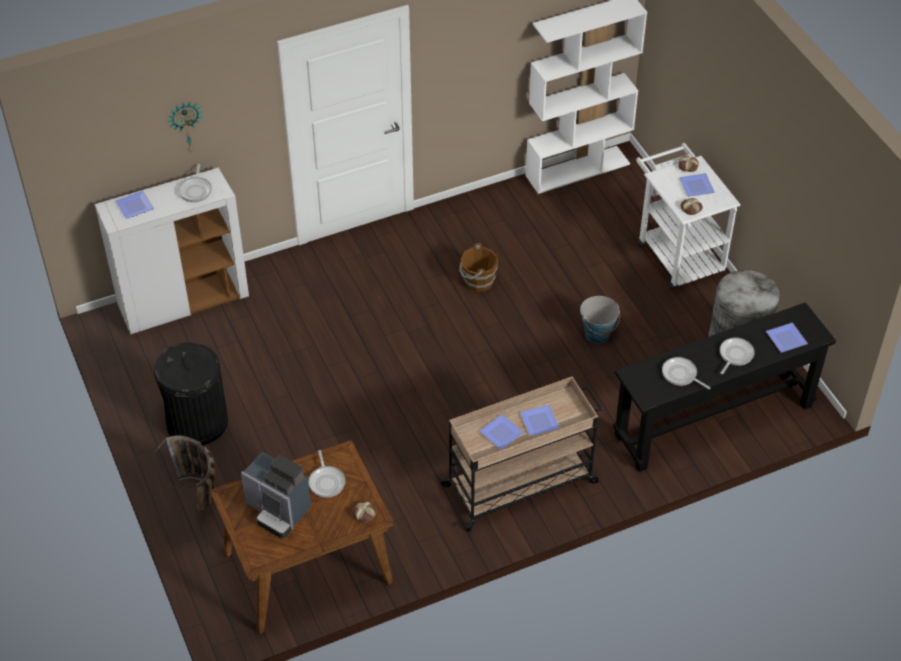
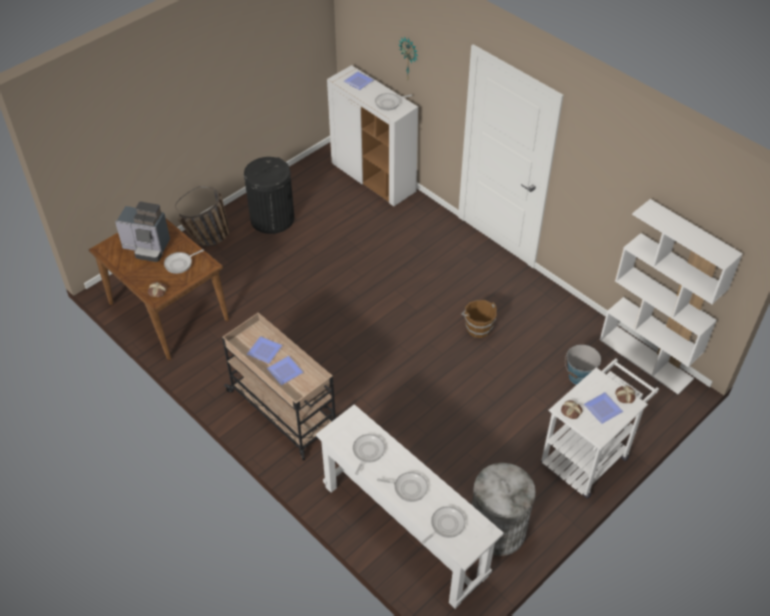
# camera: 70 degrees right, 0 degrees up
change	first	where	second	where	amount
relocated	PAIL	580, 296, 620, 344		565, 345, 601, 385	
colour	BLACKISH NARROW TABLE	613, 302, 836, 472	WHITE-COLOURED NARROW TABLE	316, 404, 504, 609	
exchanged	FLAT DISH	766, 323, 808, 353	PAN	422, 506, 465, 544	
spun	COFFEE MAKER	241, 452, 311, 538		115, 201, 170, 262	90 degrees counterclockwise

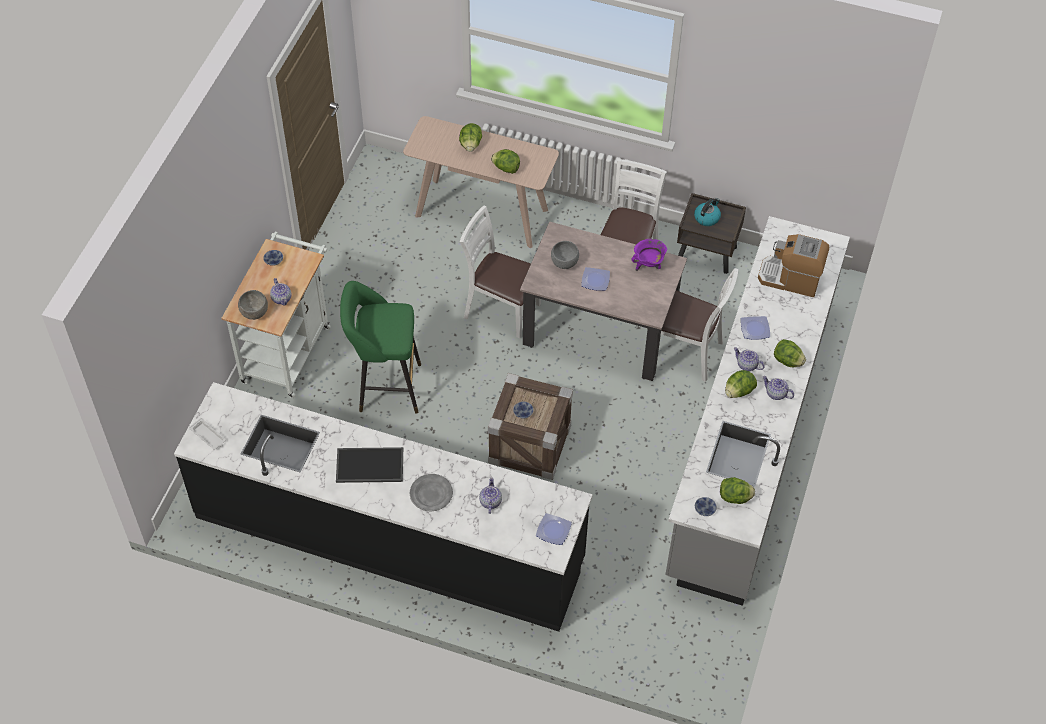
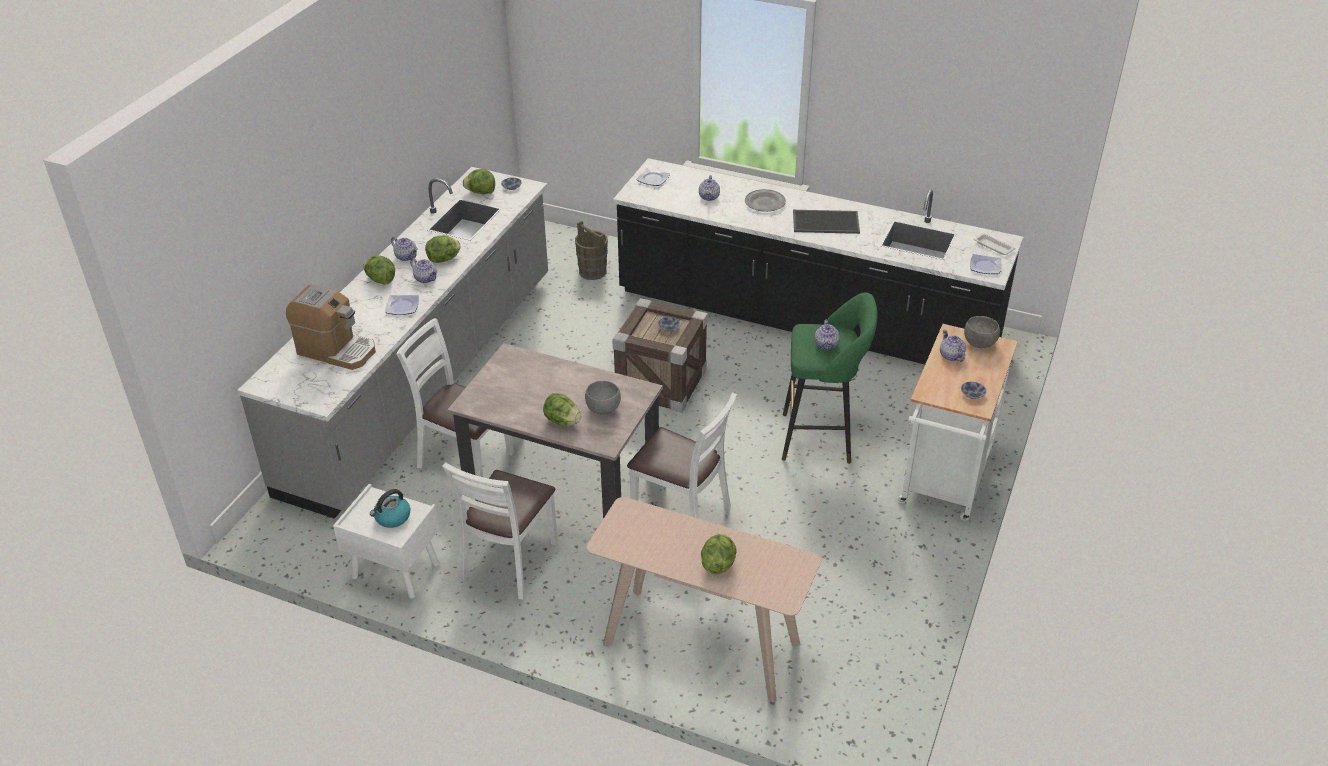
# camera: 175 degrees left, 15 degrees down
change	first	where	second	where	amount
relocated	LETTUCE HEAD	491, 149, 520, 174		543, 393, 581, 426	
colour	BROWNISH NIGHTSTAND	677, 193, 746, 274	WHITE-COLOURED NIGHTSTAND	333, 484, 439, 599	
missing	PURPLE COOKING POT	631, 239, 667, 271			
relocated	FLAT DISH	582, 267, 610, 291		970, 254, 1002, 274	
appeared			BROWNISH PAIL	575, 221, 608, 280	
appeared			TEAPOT	815, 320, 840, 350	

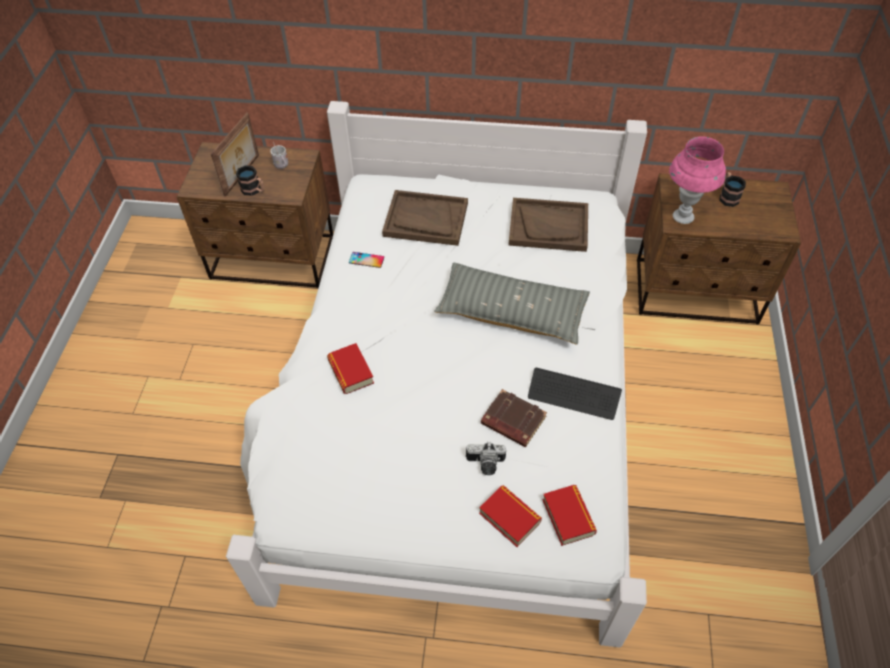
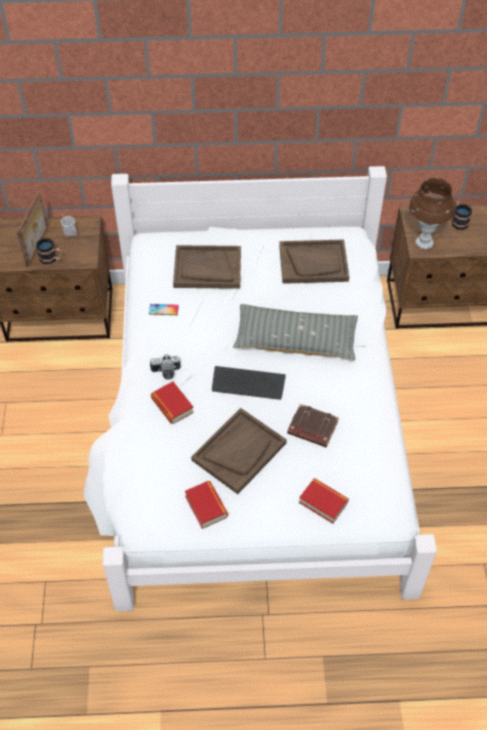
# camera: 10 degrees left, 0 degrees up
change	first	where	second	where	amount
colour	PINK-COLOURED TABLE LAMP	669, 136, 726, 224	BROWNISH TABLE LAMP	409, 178, 455, 249	
relocated	COMPUTER KEYBOARD	528, 368, 622, 420		212, 366, 286, 400	
relocated	STILL CAMERA	466, 442, 506, 475		150, 354, 181, 380	
relocated	VOLUME	542, 485, 597, 546		185, 481, 228, 529	
appeared			BROWNISH CARRYING TRAY	191, 408, 287, 494	

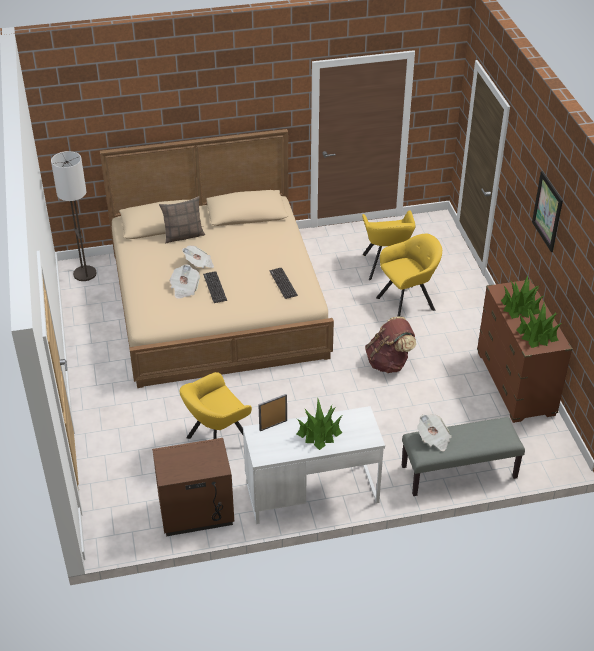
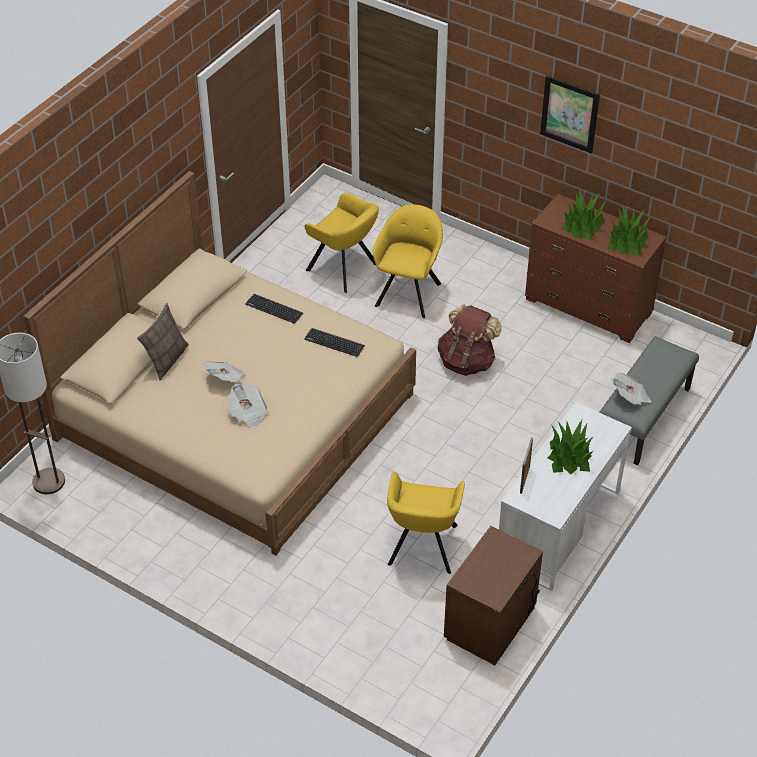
# camera: 45 degrees left, 5 degrees up
change	first	where	second	where	amount
relocated	COMPUTER KEYBOARD	203, 271, 227, 303		245, 294, 303, 324	

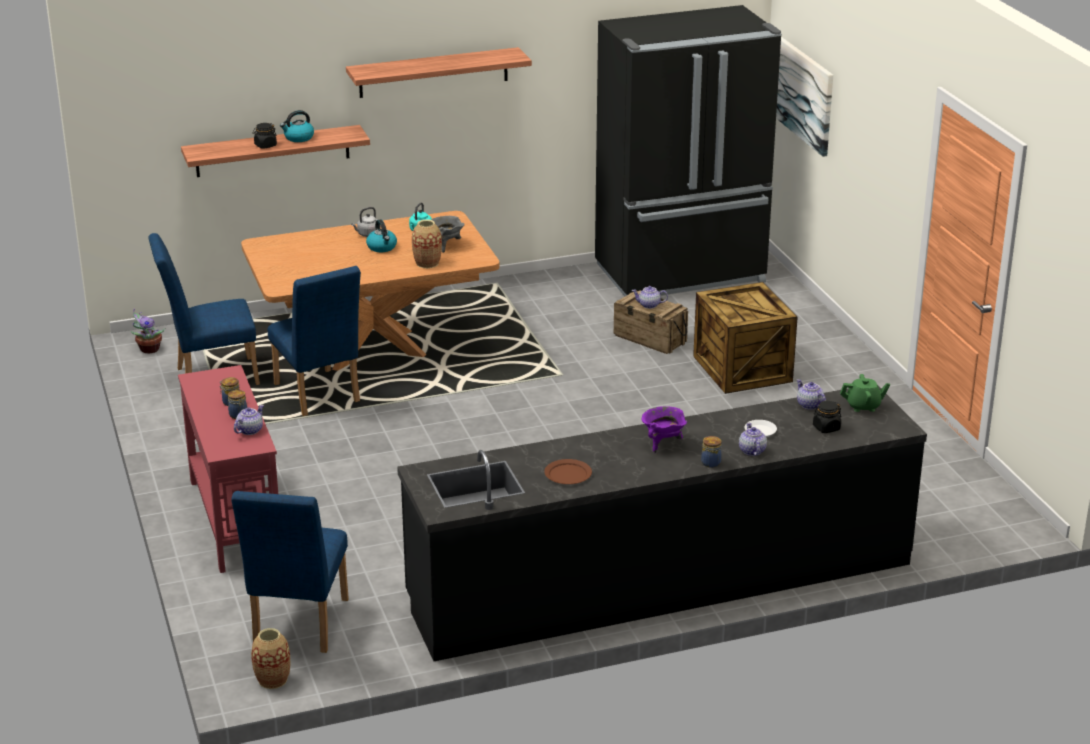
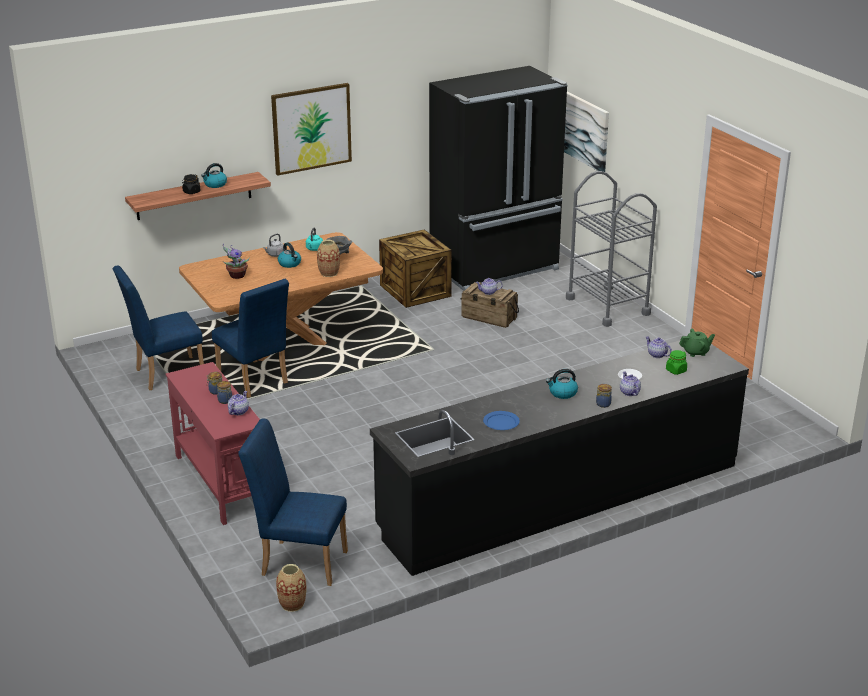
# camera: 10 degrees left, 0 degrees up
change	first	where	second	where	amount
exchanged	BRACKET SHELF	346, 47, 532, 98	WALL ART	271, 83, 352, 176	
relocated	SHIPPING CRATE	693, 282, 798, 394		379, 230, 452, 308	
relocated	PLANT IN A POT	130, 308, 165, 353		223, 244, 250, 279	
colour	BLACKISH STORAGE JAR	813, 401, 841, 433	GREENISH STORAGE JAR	666, 350, 687, 375	
exchanged	PURPLE COOKING POT	642, 406, 687, 453	KETTLE	546, 369, 578, 399	
colour	BROWNISH FLAT DISH	544, 459, 592, 484	BLUISH FLAT DISH	483, 411, 520, 430	
spun	BLUISH CHAIR	231, 491, 349, 653		238, 418, 348, 586	105 degrees clockwise
appeared			GRAY WHEELED CART	566, 171, 657, 327	

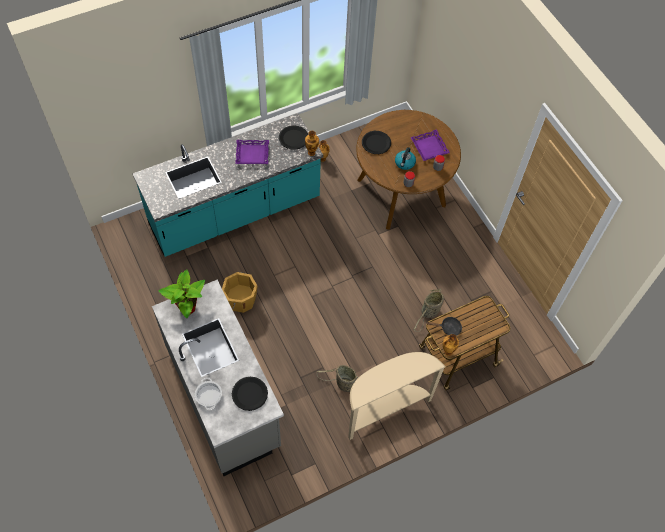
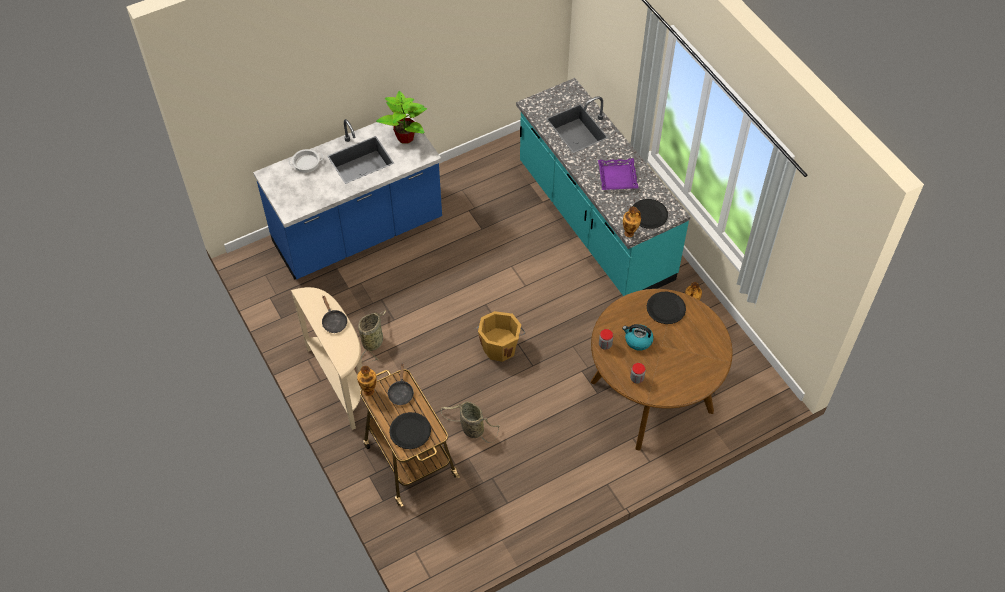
# camera: 90 degrees right, 5 degrees down
change	first	where	second	where	amount
missing	PURPLE CARRYING TRAY	410, 129, 450, 161			
relocated	ORANGEY PAIL	222, 272, 257, 313		475, 311, 525, 362	
colour	GRAY COUNTER	152, 280, 284, 476	BLUISH COUNTER	253, 114, 442, 280	
relocated	BLACKISH FLAT DISH	232, 377, 268, 411		389, 412, 431, 449	
appeared			BLACKISH PAN	322, 296, 347, 333	

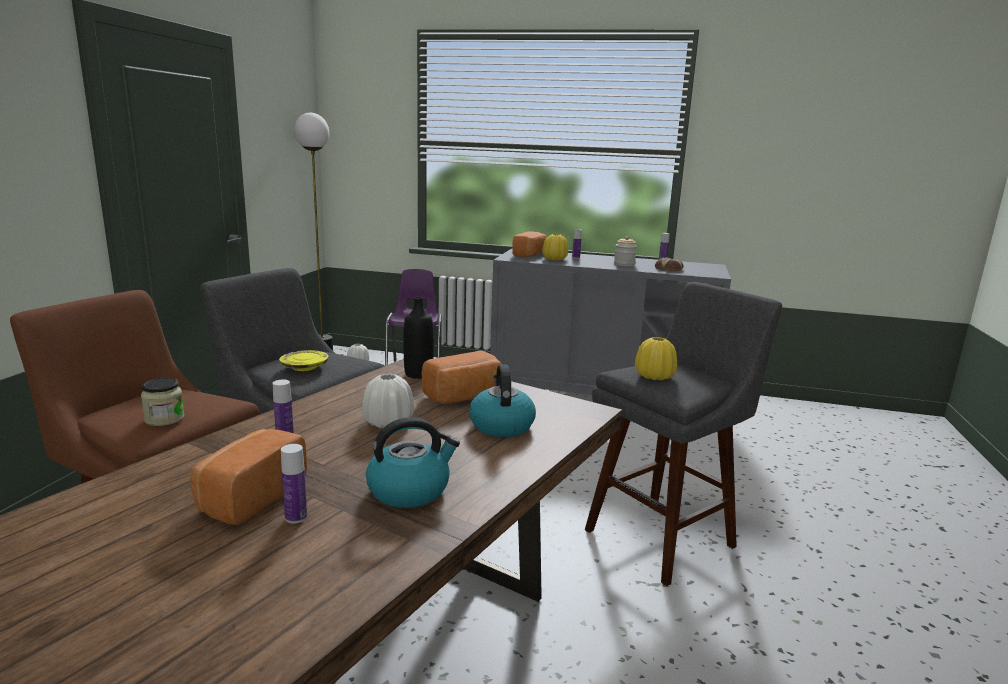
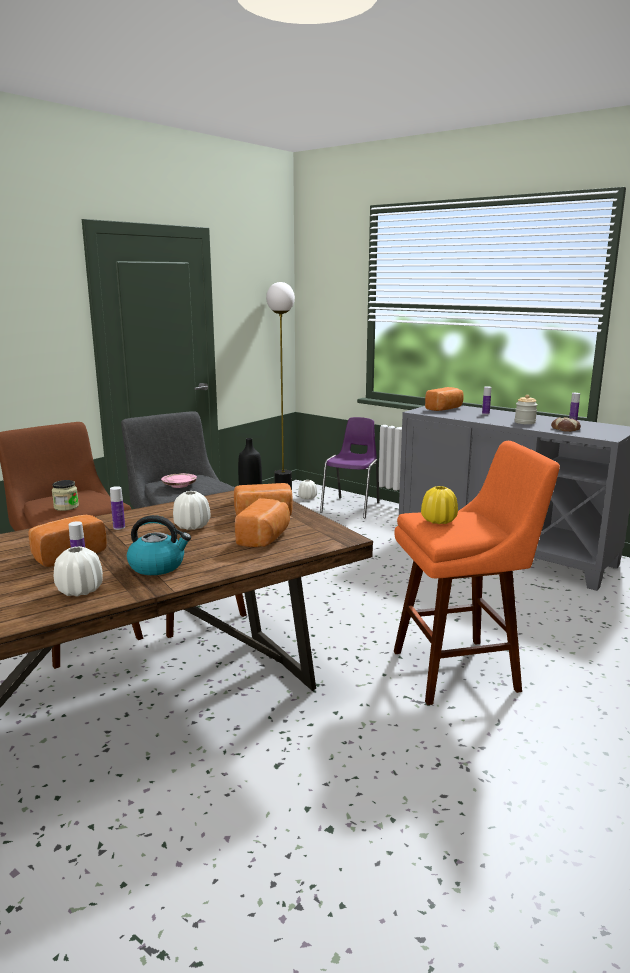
# camera: 25 degrees right, 0 degrees up
change	first	where	second	where	amount
missing	YELLOWISH FLOWER VASE	542, 234, 568, 260			
colour	GRAY STOOL SEAT	585, 282, 782, 586	ORANGEY STOOL SEAT	394, 441, 560, 705	
colour	YELLOWISH FLAT DISH	279, 350, 328, 371	PINK-COLOURED FLAT DISH	161, 473, 197, 488	
exchanged	KETTLE	469, 364, 536, 437	BAKED BREAD	235, 498, 290, 547	
appeared			WHITE-COLOURED FLOWER VASE	54, 546, 103, 597	

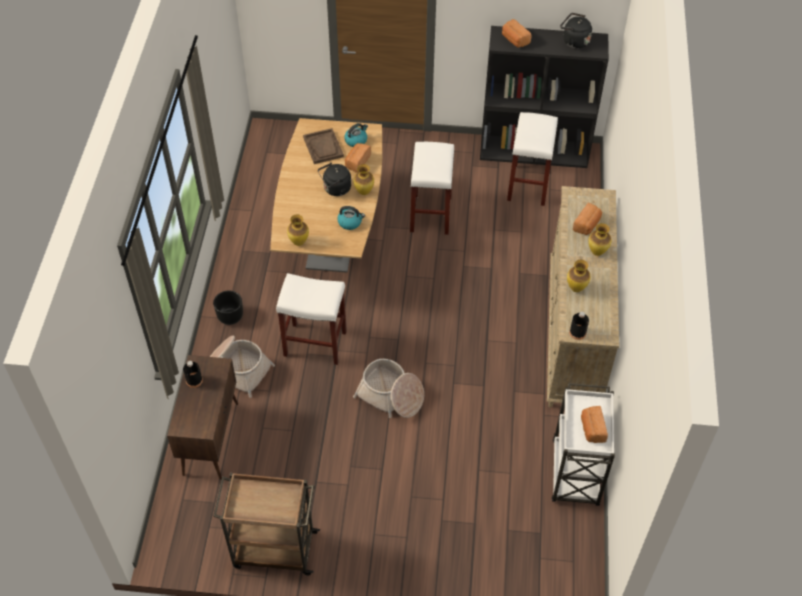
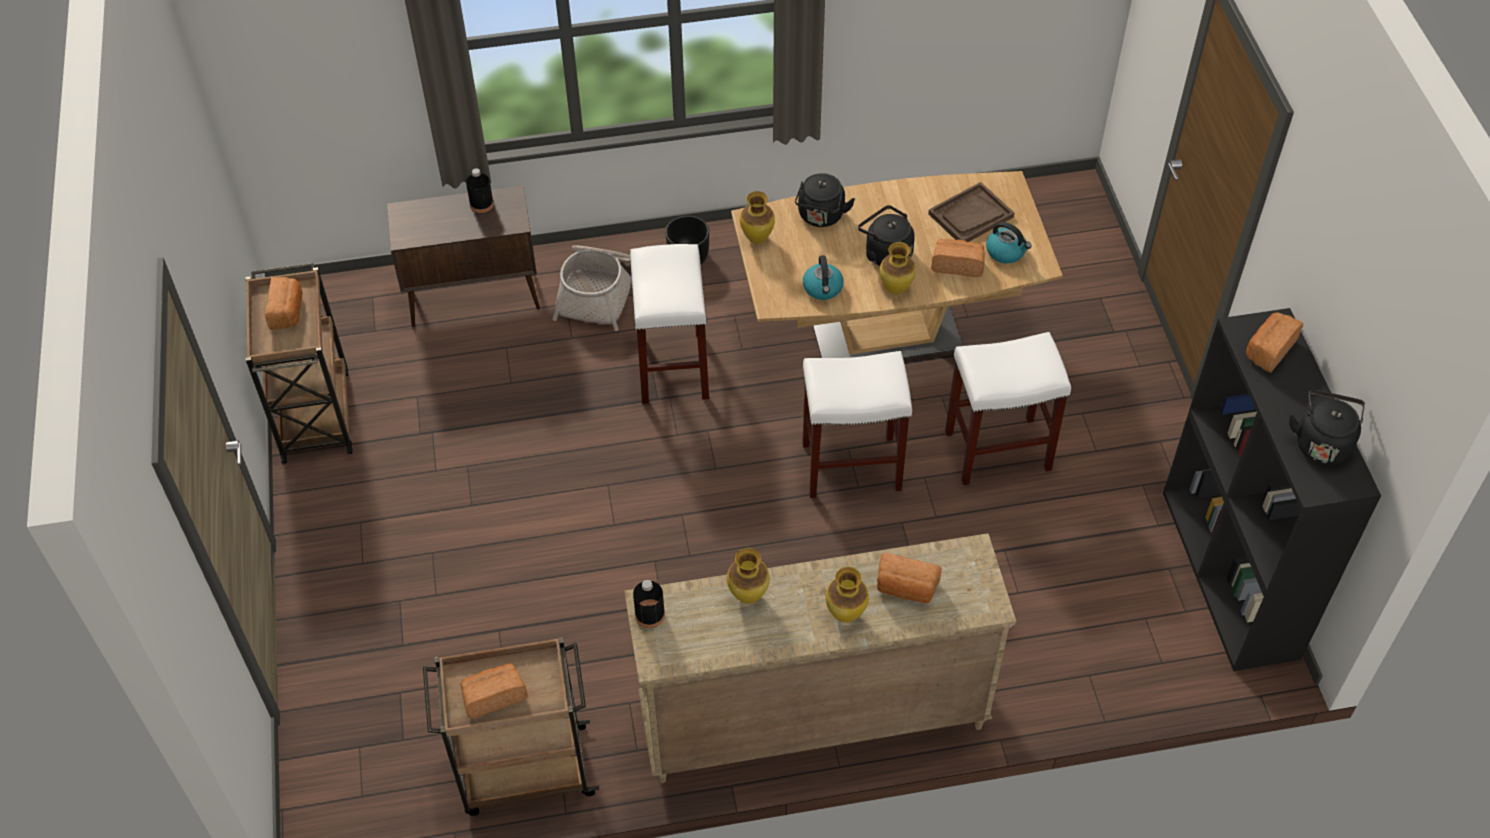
# camera: 75 degrees right, 0 degrees up
change	first	where	second	where	amount
relocated	WHITE-COLOURED STOOL SEAT	507, 112, 558, 206		803, 351, 912, 498	
missing	HOUSEHOLD BASKET	353, 359, 424, 418			
colour	WHITE-COLOURED WHEELED CART	551, 383, 615, 506	BROWNISH WHEELED CART	423, 637, 599, 816	
appeared			BLACKISH KETTLE	795, 173, 855, 227	
appeared			BAKED BREAD	265, 277, 302, 330	

